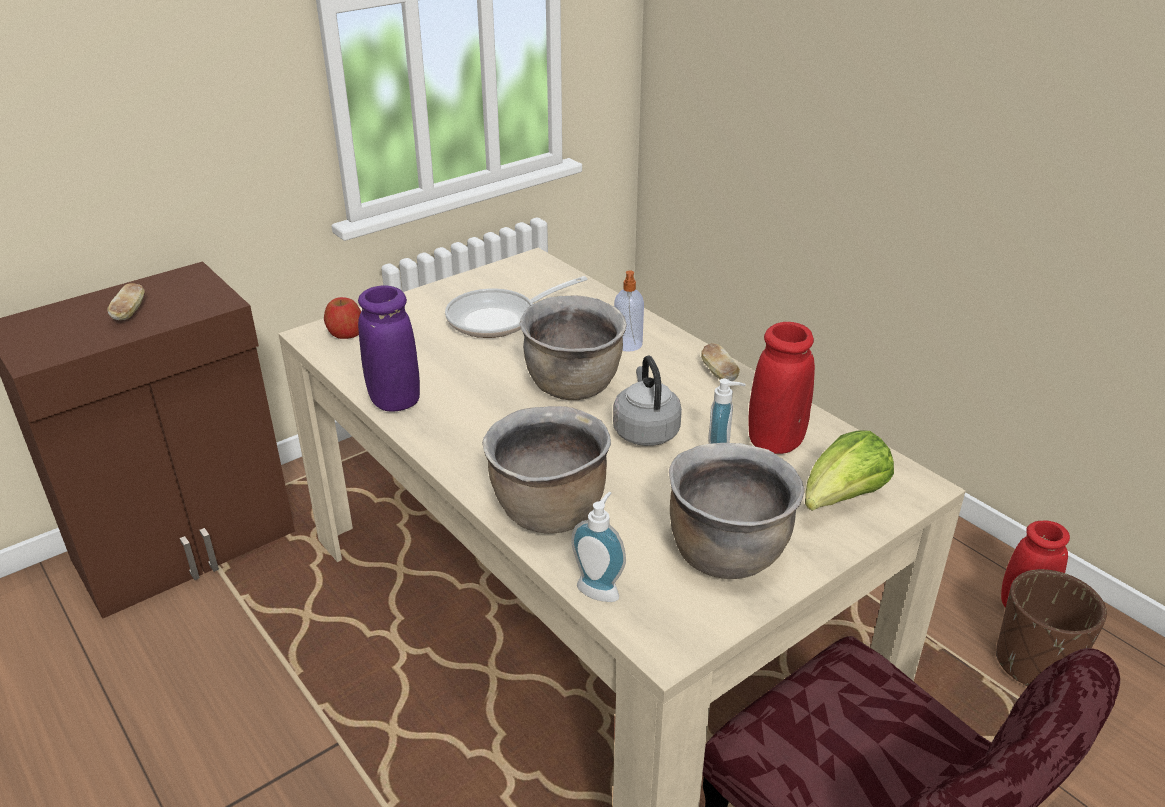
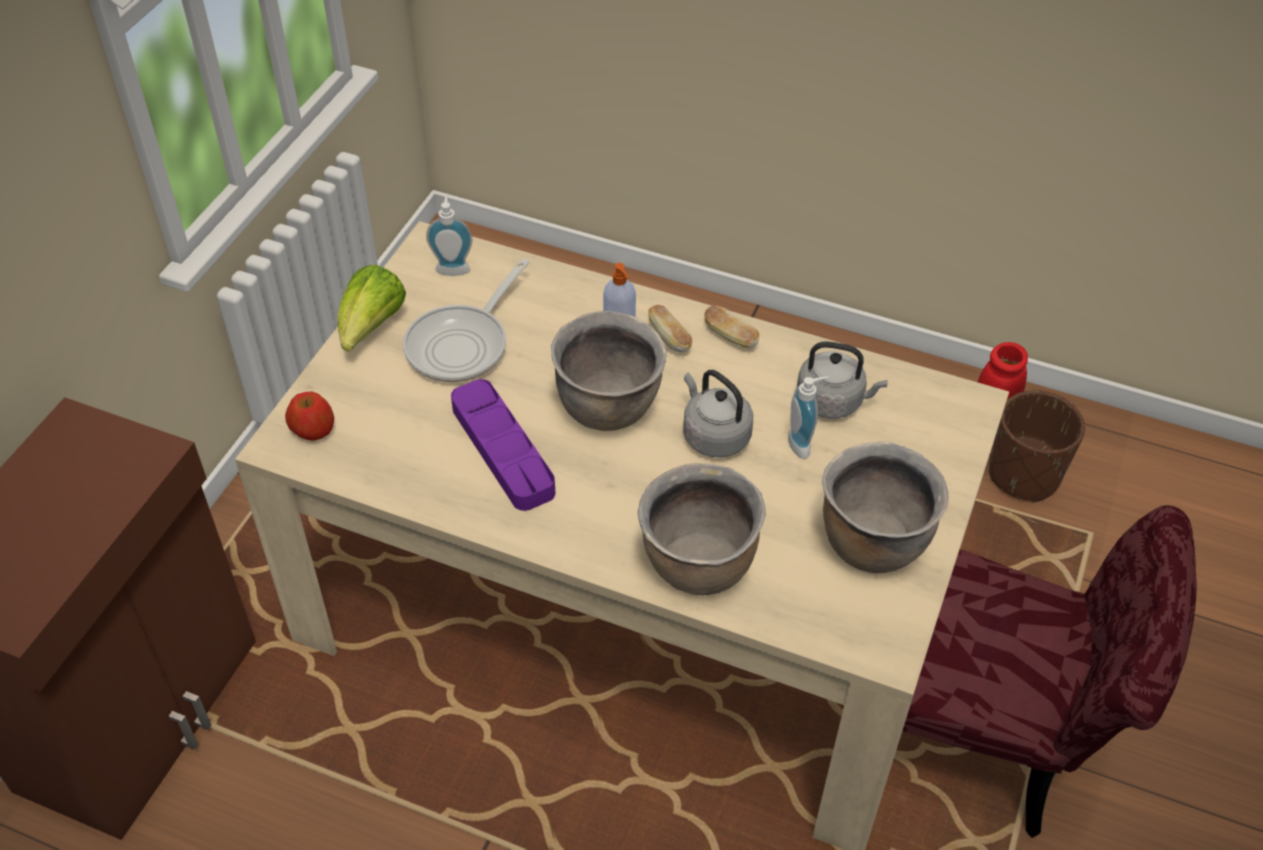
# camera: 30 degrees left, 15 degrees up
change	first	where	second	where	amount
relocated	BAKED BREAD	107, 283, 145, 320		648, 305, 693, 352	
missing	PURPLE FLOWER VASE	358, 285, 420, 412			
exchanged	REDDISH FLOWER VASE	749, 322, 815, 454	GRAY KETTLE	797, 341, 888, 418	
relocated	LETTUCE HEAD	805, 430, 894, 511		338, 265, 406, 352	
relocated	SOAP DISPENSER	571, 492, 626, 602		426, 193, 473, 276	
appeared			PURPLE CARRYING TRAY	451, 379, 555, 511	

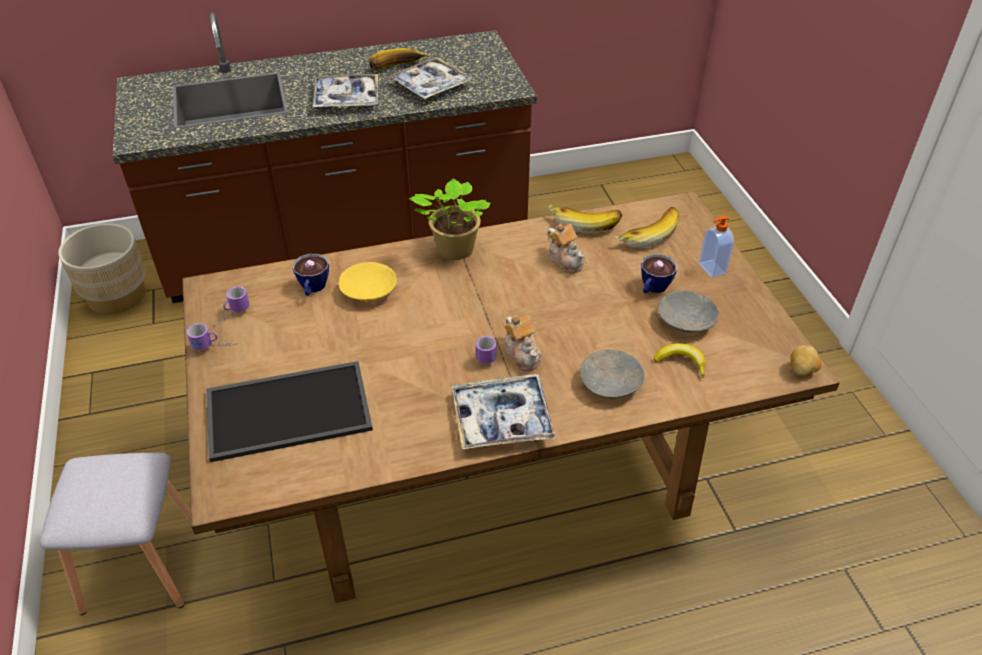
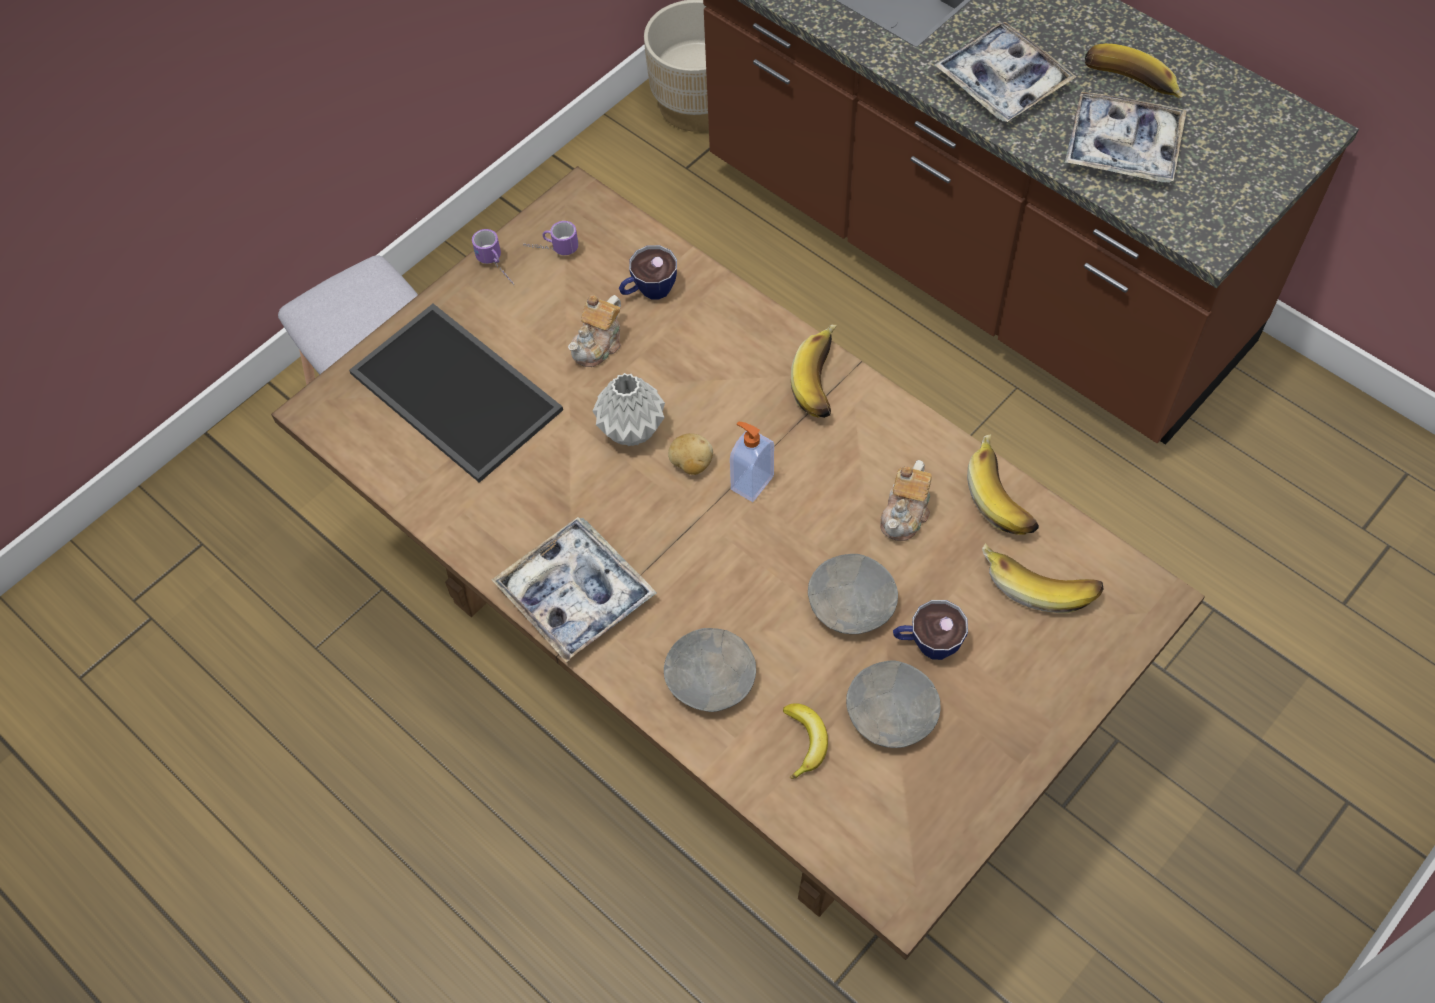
# camera: 60 degrees right, 15 degrees up
change	first	where	second	where	amount
exchanged	PLANT IN A POT	408, 178, 491, 260	BANANA FRUIT	791, 325, 837, 418	
relocated	SOAP DISPENSER	699, 215, 734, 278		730, 422, 774, 502	
missing	YELLOWISH SERVING BOWL	339, 262, 397, 303			
relocated	TEAPOT	504, 315, 542, 371		568, 295, 621, 367	
missing	MUG	475, 334, 496, 364			
relocated	WHOLE POTATO	790, 345, 822, 376		668, 433, 713, 475	
appeared			GRAY FLOWER VASE	593, 373, 665, 446	
appeared			GRAY SERVING BOWL	808, 554, 898, 634	

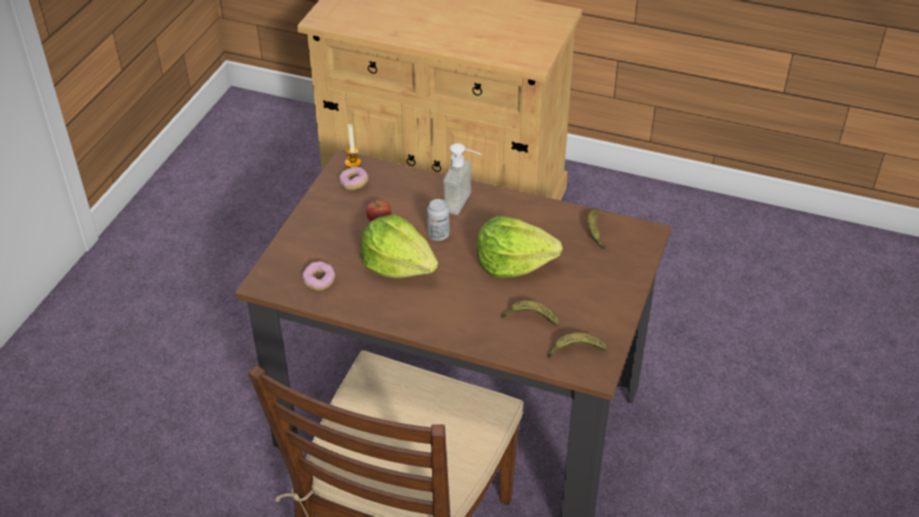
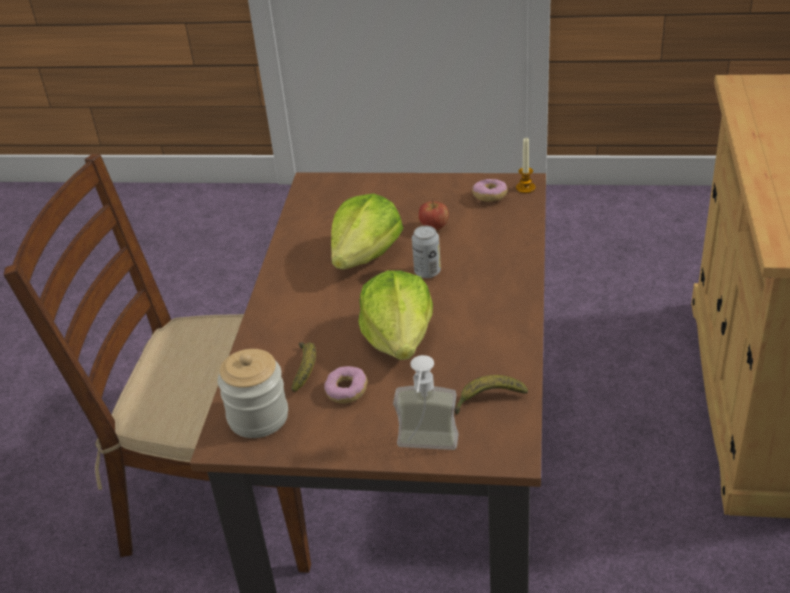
# camera: 80 degrees right, 5 degrees down
change	first	where	second	where	amount
relocated	SOAP DISPENSER	443, 143, 482, 215		393, 355, 459, 450	
relocated	DOUGHNUT	302, 261, 335, 291		324, 366, 367, 404	
exchanged	BANANA FRUIT	548, 332, 607, 359	STORAGE JAR	218, 349, 288, 438	

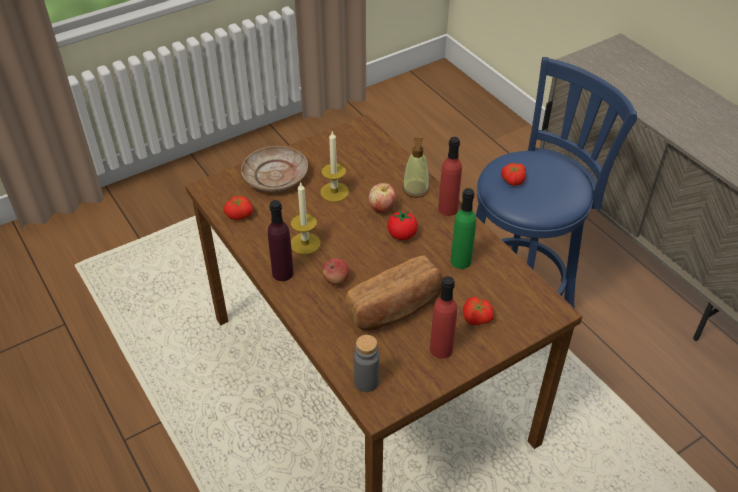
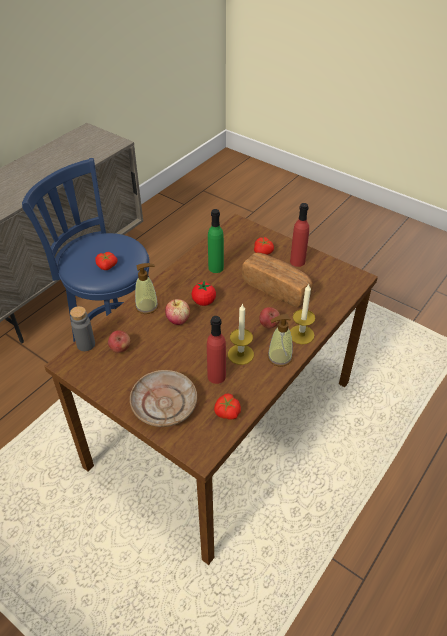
# camera: 110 degrees left, 0 degrees up
change	first	where	second	where	amount
relocated	WAX CANDLE	320, 132, 349, 202		290, 284, 315, 344	
relocated	REDDISH DRINK BOTTLE	438, 137, 462, 216		207, 316, 226, 384	
exchanged	PURPLE DRINK BOTTLE	268, 200, 293, 281	SOAP DISPENSER	268, 314, 293, 367	
relocated	GRAY DRINK BOTTLE	354, 335, 379, 392		70, 306, 95, 351	
appeared			WHOLE APPLE	108, 330, 130, 353	

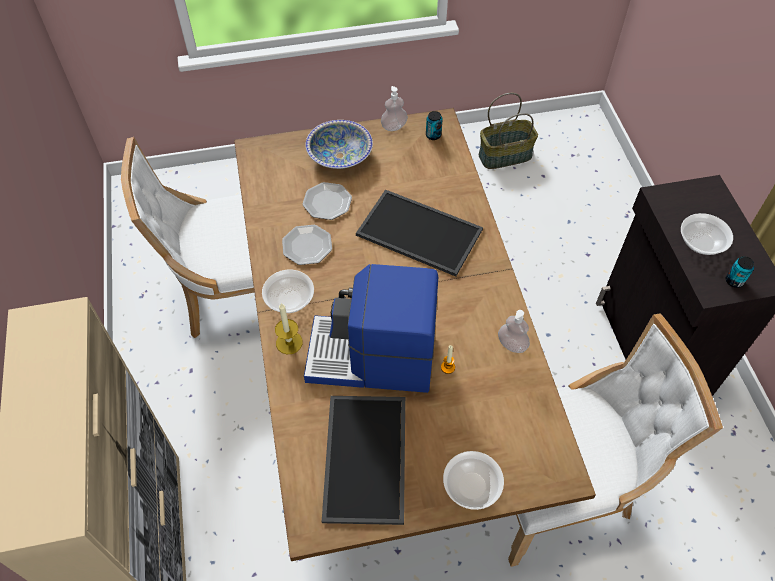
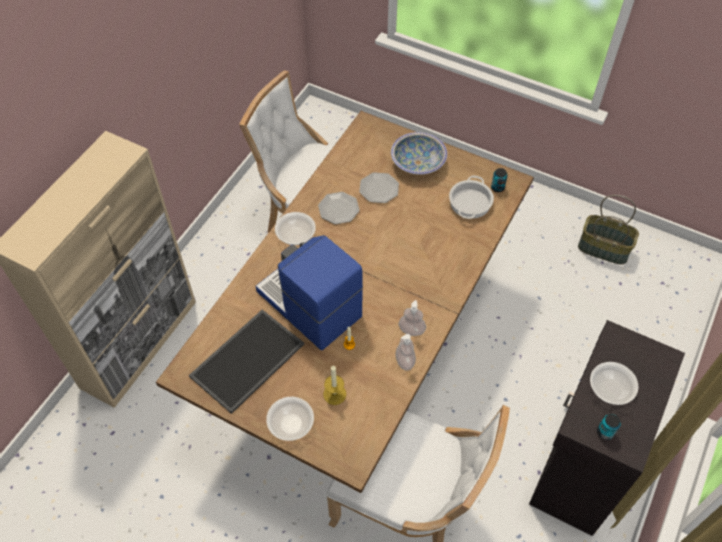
# camera: 40 degrees right, 0 degrees up
change	first	where	second	where	amount
relocated	SOAP DISPENSER	381, 86, 408, 131		398, 300, 426, 336	
missing	CARRYING TRAY	356, 189, 483, 277			
relocated	WAX CANDLE	275, 303, 303, 354		323, 365, 346, 405	
appeared			COOKING POT	449, 176, 494, 219	

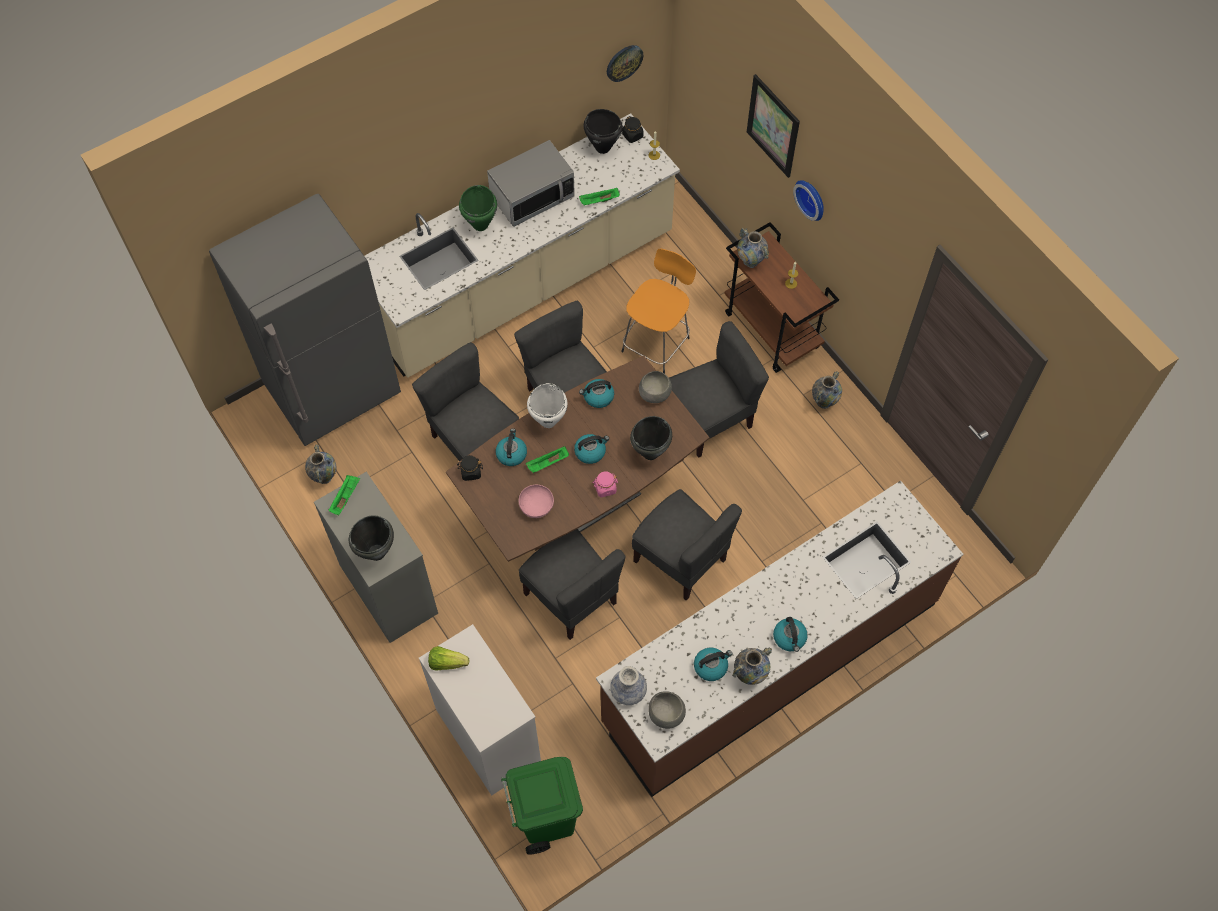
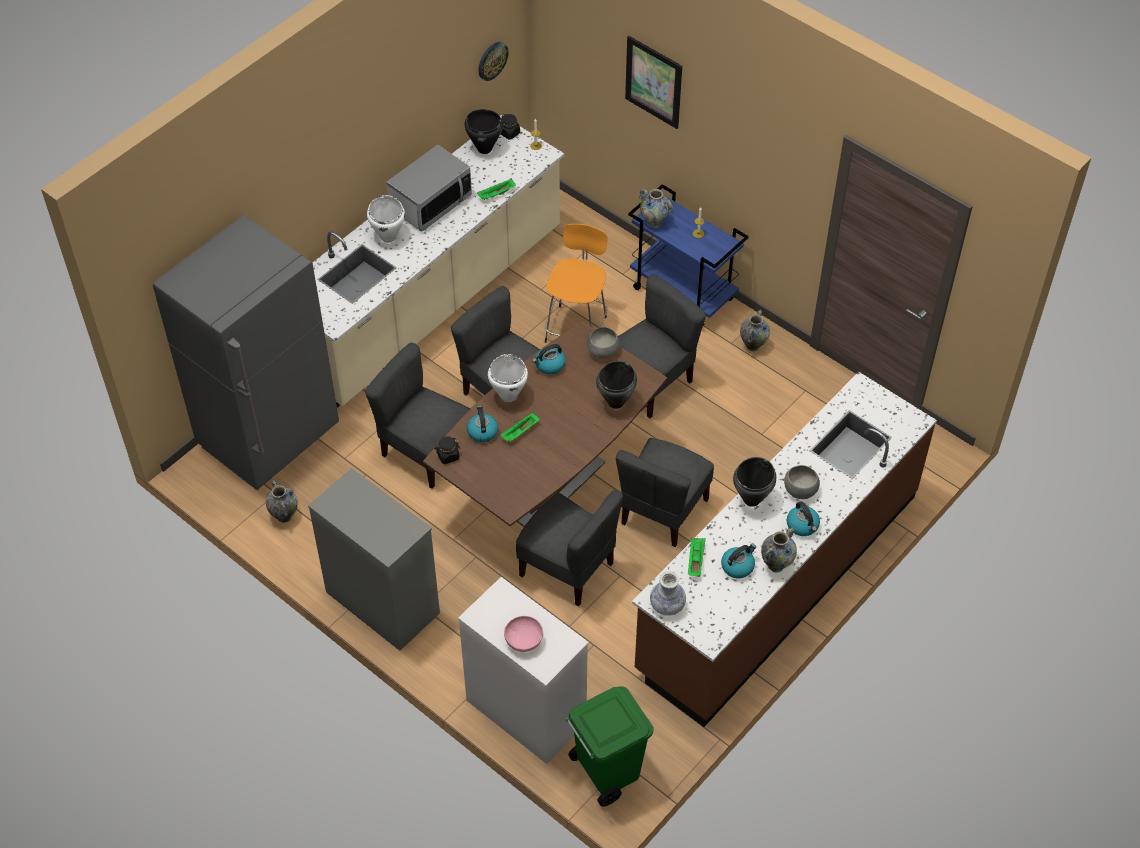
# camera: 15 degrees left, 10 degrees down
change	first	where	second	where	amount
missing	WALL CLOCK	793, 180, 824, 221			
colour	GREENISH COOKING POT	459, 185, 497, 231	WHITE-COLOURED COOKING POT	367, 195, 405, 243	
colour	BROWNISH WHEELED CART	725, 222, 839, 373	BLUISH WHEELED CART	628, 184, 749, 326	
missing	KETTLE	574, 434, 609, 464			
missing	PINK-COLOURED STORAGE JAR	592, 471, 618, 498			
relocated	GREENISH CARRYING TRAY	329, 475, 360, 516		688, 538, 706, 577	
relocated	PINK-COLOURED SERVING BOWL	518, 485, 554, 518		504, 616, 543, 652	
spun	GRAY CHAIR	632, 489, 742, 601		616, 438, 714, 547	90 degrees clockwise
relocated	BLACKISH COOKING POT	349, 515, 394, 561		733, 457, 776, 507	
missing	LETTUCE HEAD	428, 646, 469, 671			
relocated	GRAY SERVING BOWL	648, 691, 686, 729		784, 465, 820, 499	

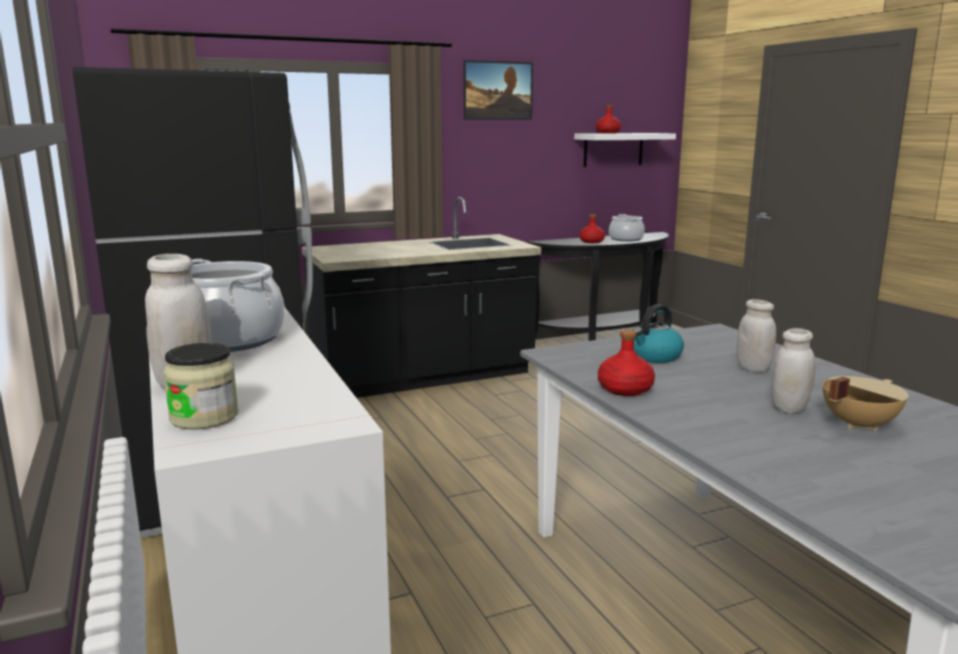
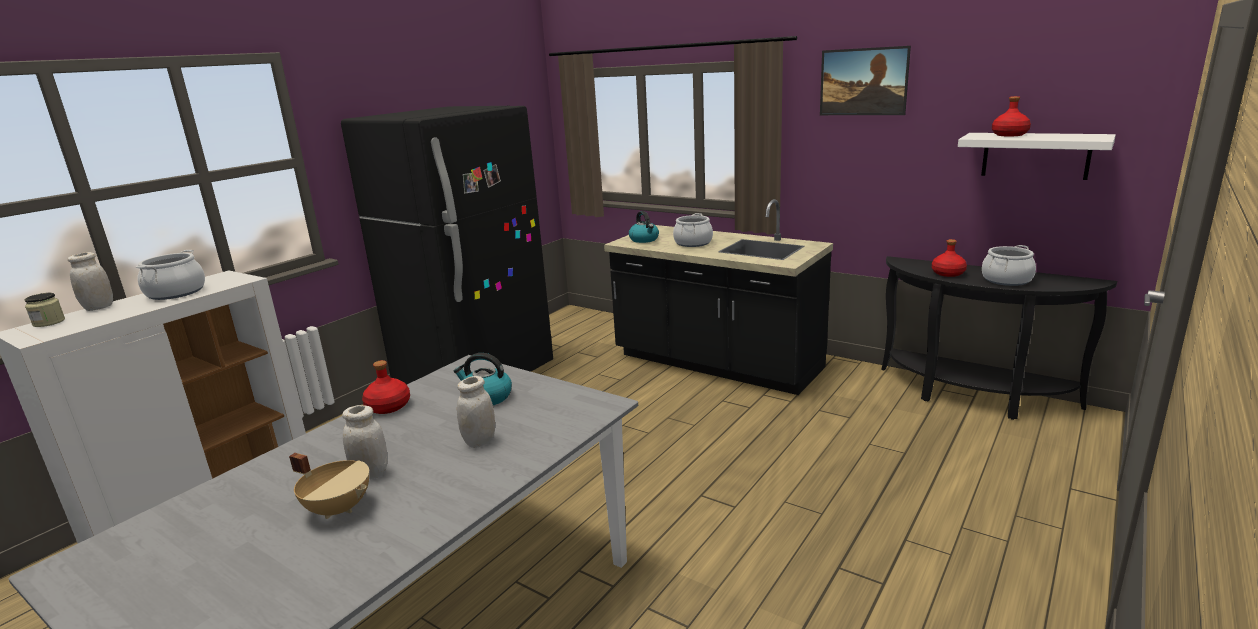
# camera: 60 degrees right, 5 degrees up
change	first	where	second	where	amount
appeared			KETTLE	629, 211, 659, 243	
appeared			COOKING POT	673, 213, 713, 247	

